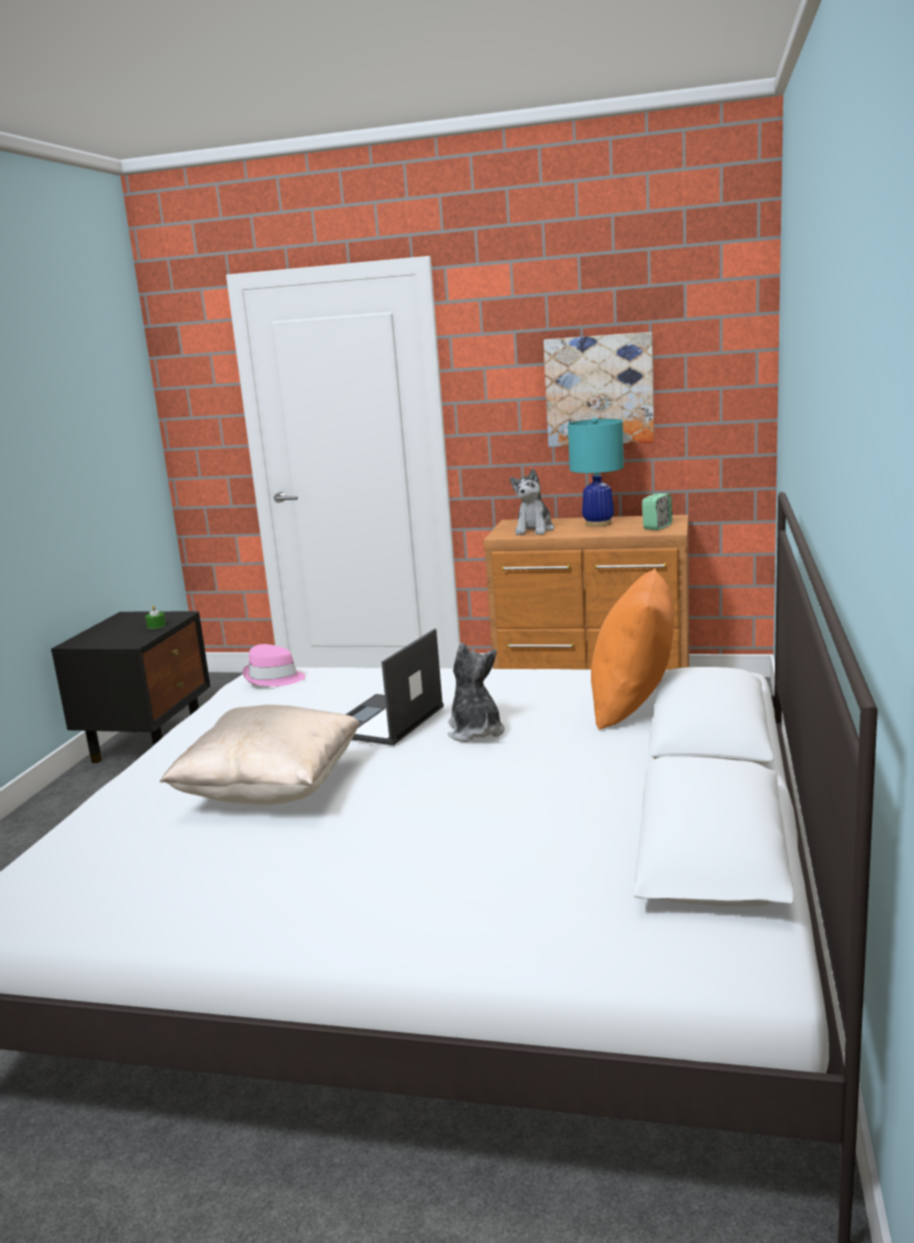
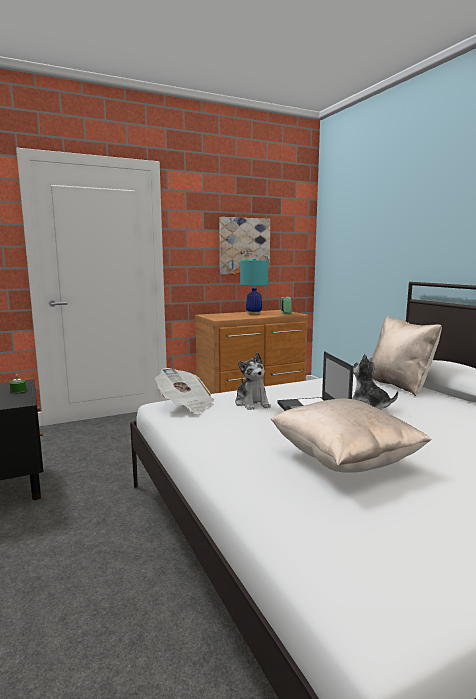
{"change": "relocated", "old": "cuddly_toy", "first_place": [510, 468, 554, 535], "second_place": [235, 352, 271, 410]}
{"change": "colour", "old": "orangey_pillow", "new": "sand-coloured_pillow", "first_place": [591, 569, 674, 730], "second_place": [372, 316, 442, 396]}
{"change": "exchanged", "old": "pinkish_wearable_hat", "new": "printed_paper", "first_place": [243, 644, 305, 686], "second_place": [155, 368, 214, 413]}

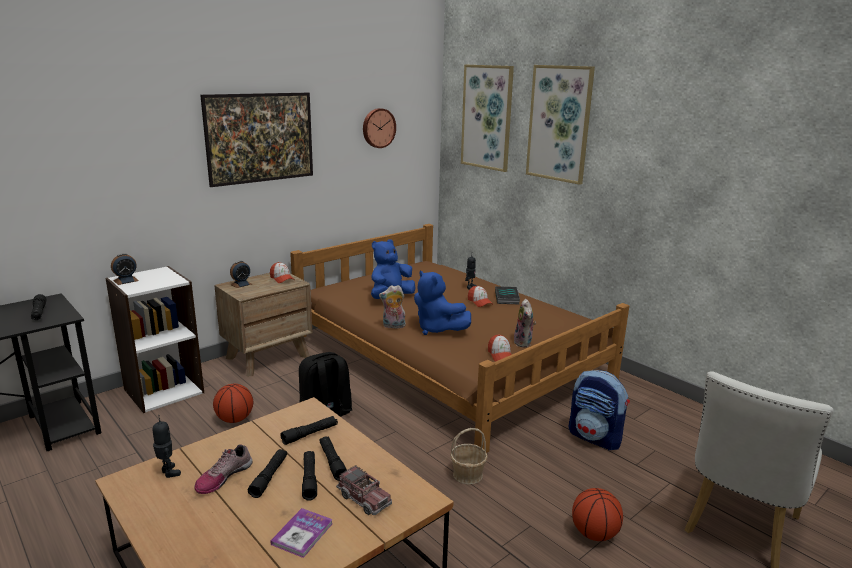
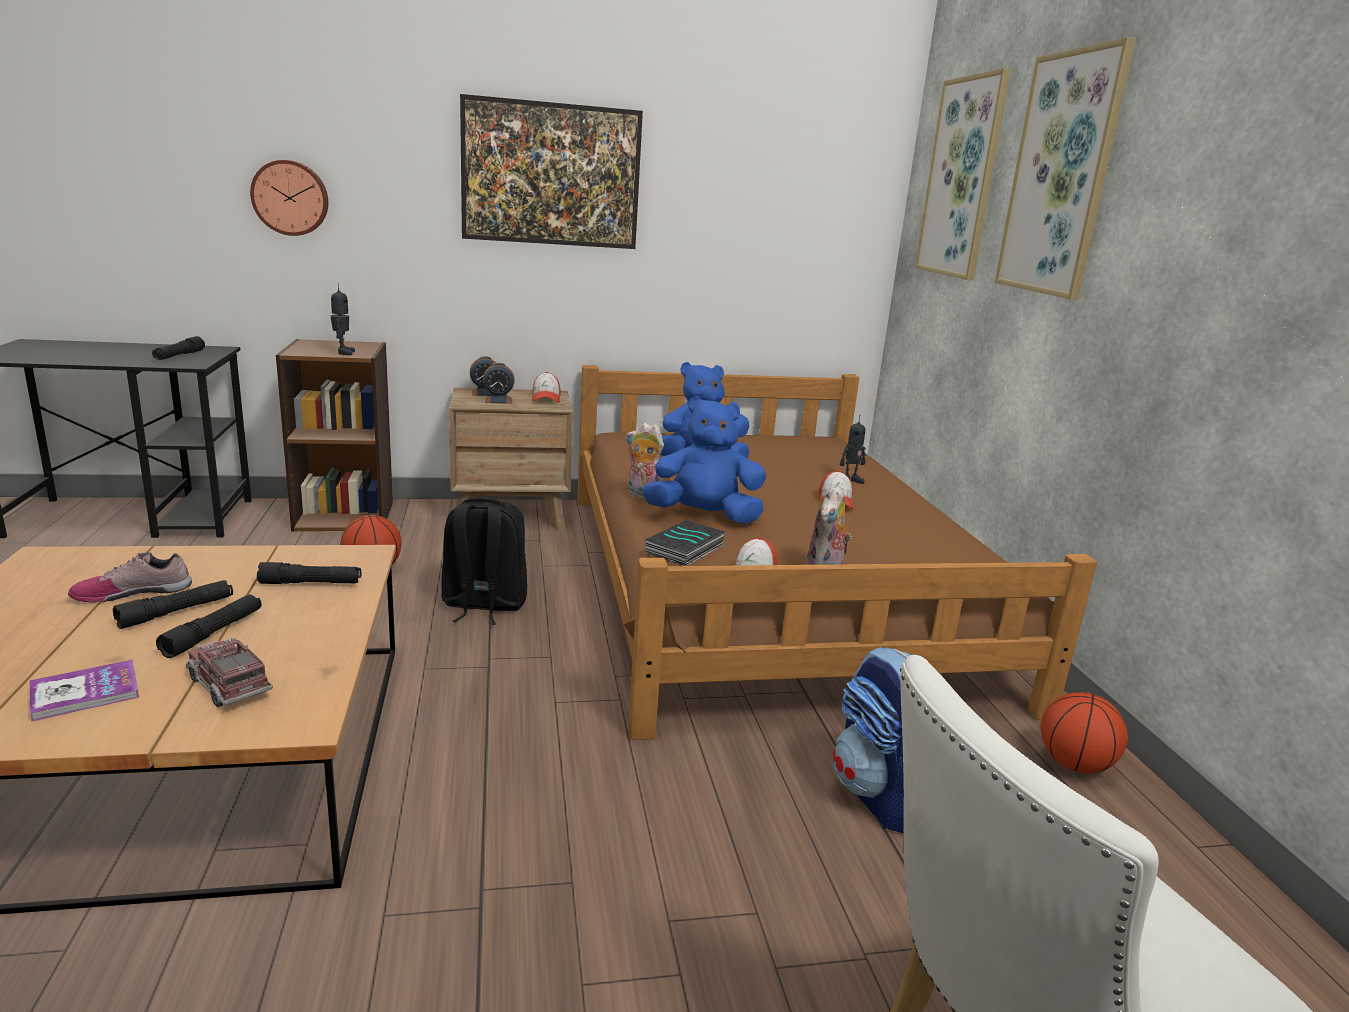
{"change": "relocated", "old": "hanging_clock", "first_place": [363, 108, 396, 148], "second_place": [250, 160, 328, 236]}
{"change": "relocated", "old": "alarm_clock", "first_place": [111, 253, 139, 285], "second_place": [483, 363, 515, 404]}
{"change": "colour", "old": "whitish_bookshelf", "new": "brown-coloured_bookshelf", "first_place": [105, 266, 204, 413], "second_place": [276, 339, 393, 531]}
{"change": "spun", "old": "bluish_cuddly_toy", "first_place": [414, 270, 471, 335], "second_place": [642, 396, 766, 524], "degrees": 105}
{"change": "relocated", "old": "book", "first_place": [495, 286, 520, 304], "second_place": [645, 520, 726, 566]}
{"change": "relocated", "old": "toy_robot", "first_place": [152, 415, 181, 478], "second_place": [331, 282, 355, 355]}
{"change": "missing", "old": "household_basket", "first_place": [450, 428, 488, 485]}
{"change": "missing", "old": "black_hand_torch", "first_place": [320, 436, 347, 481]}
{"change": "spun", "old": "toy_lorry", "first_place": [336, 465, 392, 515], "second_place": [186, 637, 273, 708], "degrees": 150}
{"change": "relocated", "old": "ball_for_basketball", "first_place": [572, 488, 623, 541], "second_place": [1041, 692, 1128, 774]}

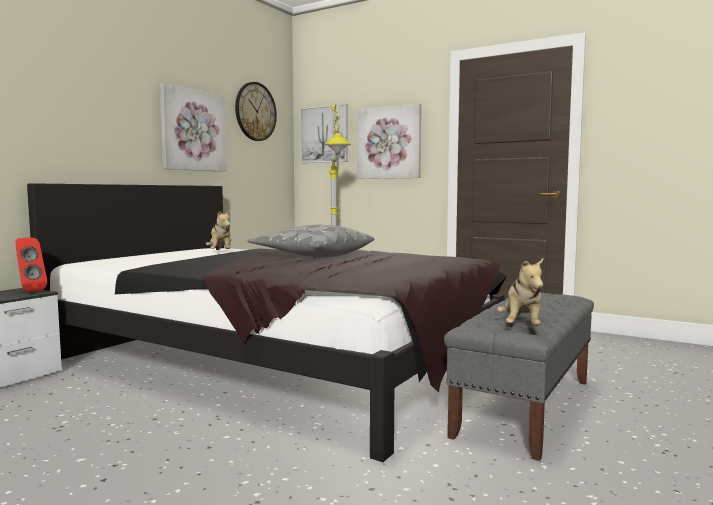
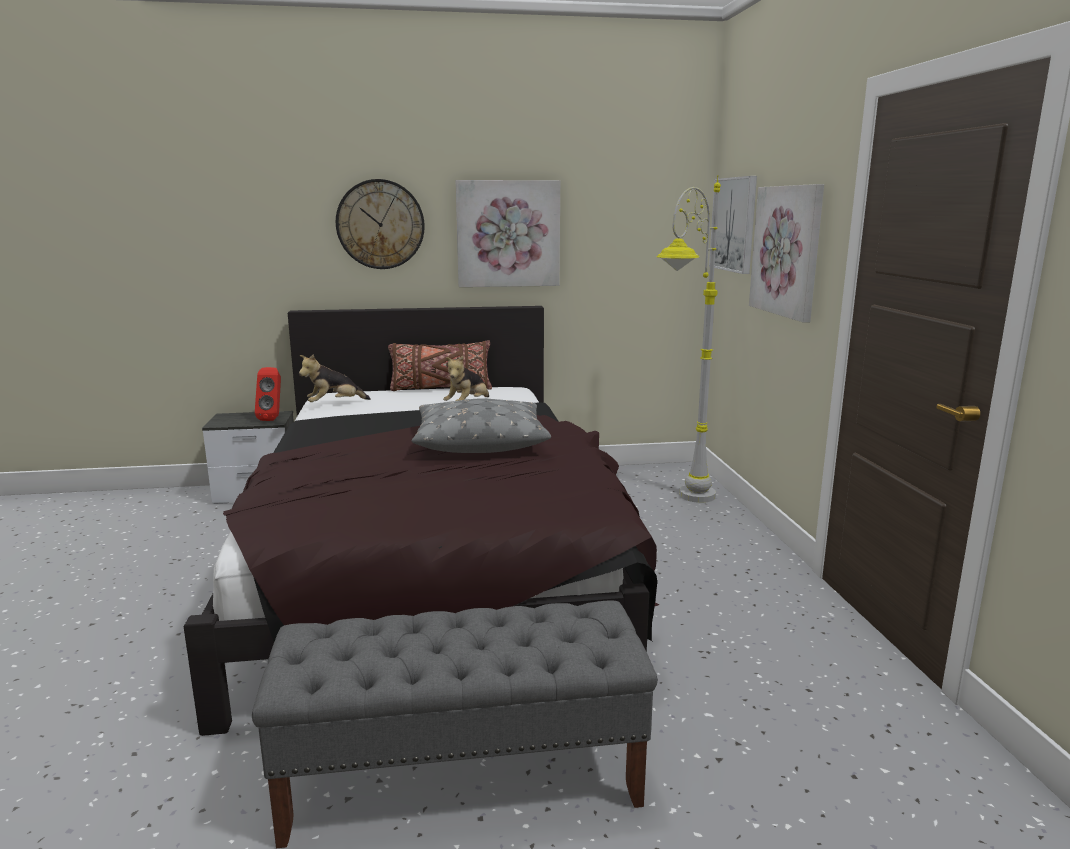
{"change": "relocated", "old": "hanging_clock", "first_place": [235, 82, 277, 141], "second_place": [336, 179, 425, 269]}
{"change": "relocated", "old": "cuddly_toy", "first_place": [497, 257, 544, 326], "second_place": [299, 354, 371, 402]}
{"change": "appeared", "new": "brown-coloured_pillow", "second_place": [388, 340, 492, 391]}

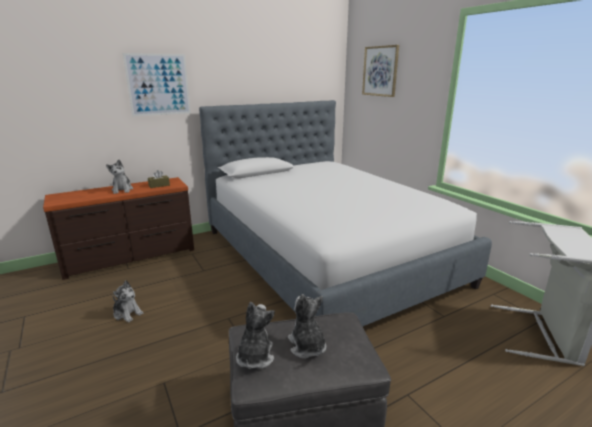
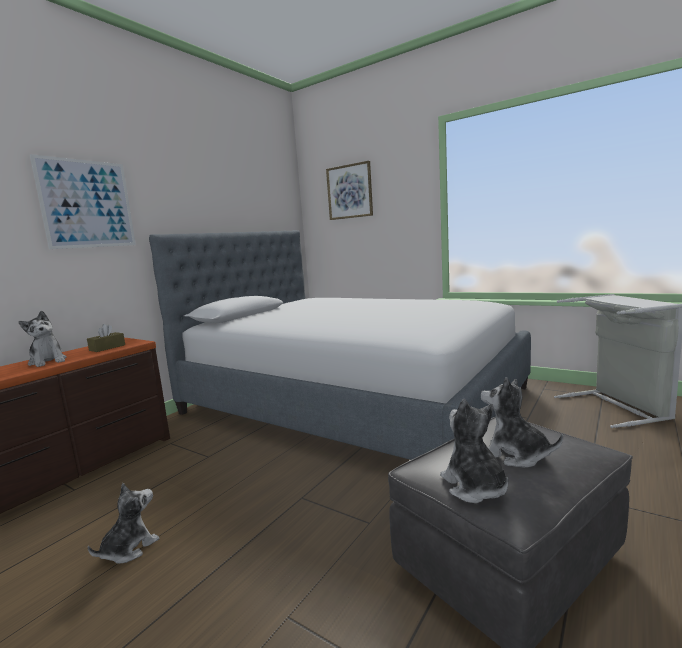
{"change": "spun", "old": "cuddly_toy", "first_place": [112, 280, 143, 322], "second_place": [87, 483, 160, 564], "degrees": -60}

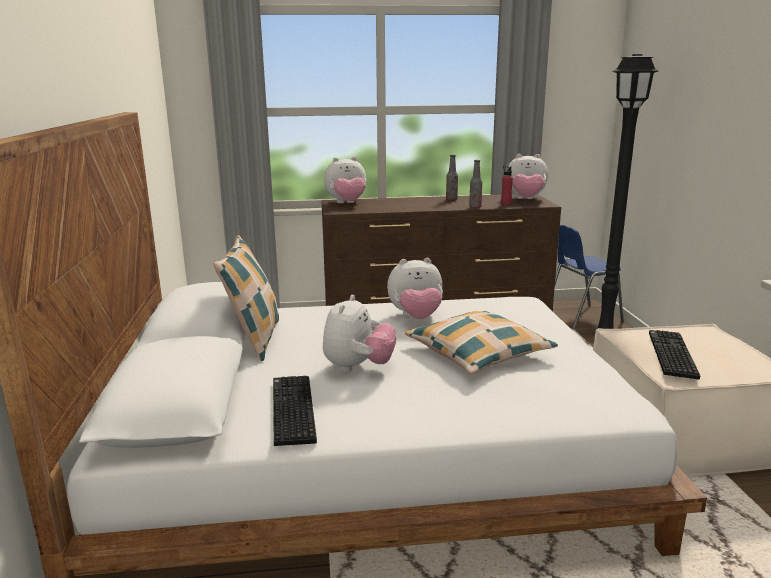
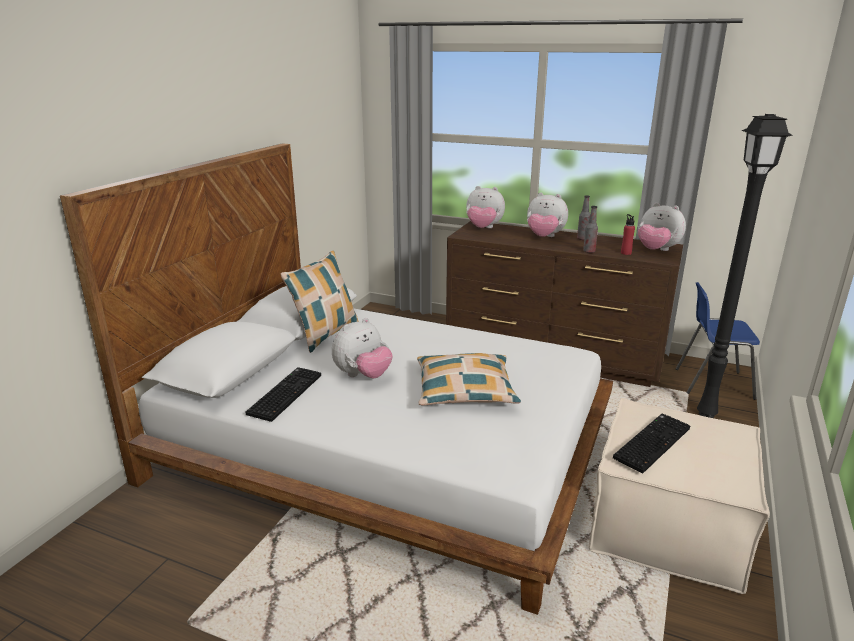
{"change": "relocated", "old": "cuddly_toy", "first_place": [387, 258, 443, 319], "second_place": [527, 193, 568, 237]}

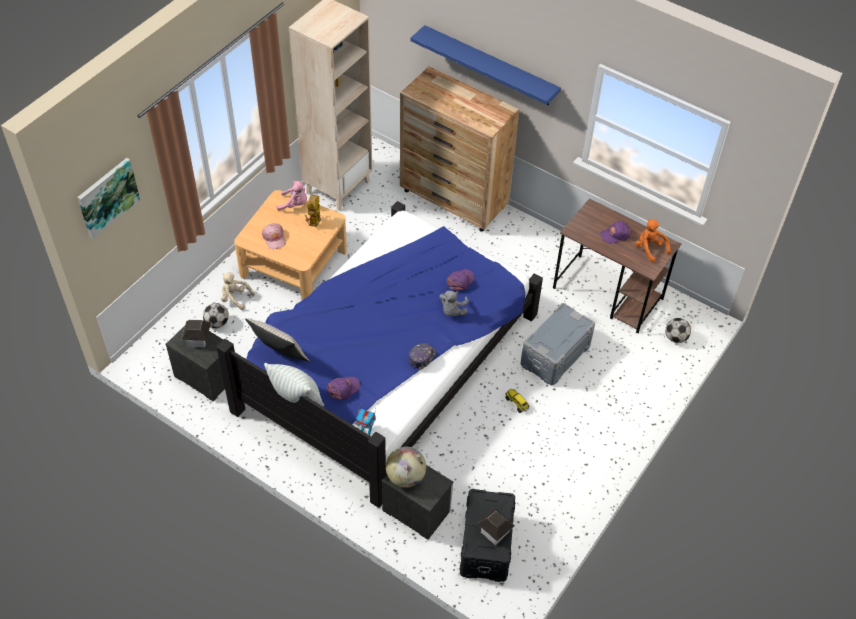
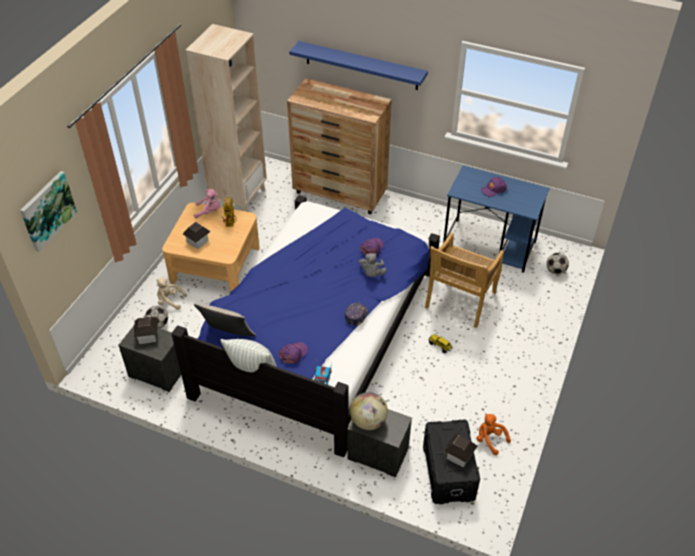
{"change": "colour", "old": "brown-coloured_desk_unit", "new": "bluish_desk_unit", "first_place": [553, 198, 681, 333], "second_place": [443, 166, 550, 272]}
{"change": "relocated", "old": "orangey_cuddly_toy", "first_place": [636, 219, 671, 263], "second_place": [476, 413, 511, 455]}
{"change": "exchanged", "old": "pinkish_peaked_cap", "new": "miniature_house", "first_place": [262, 223, 286, 249], "second_place": [183, 222, 211, 249]}
{"change": "exchanged", "old": "grey_storage_box", "new": "sand-coloured_upright_chair", "first_place": [520, 303, 595, 386], "second_place": [425, 233, 504, 328]}

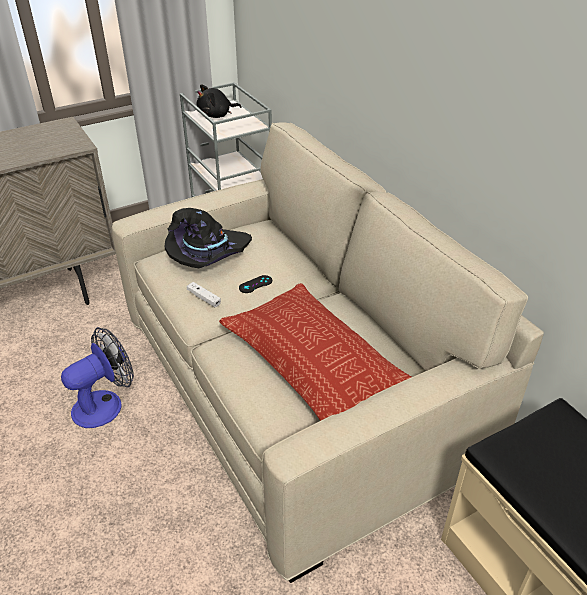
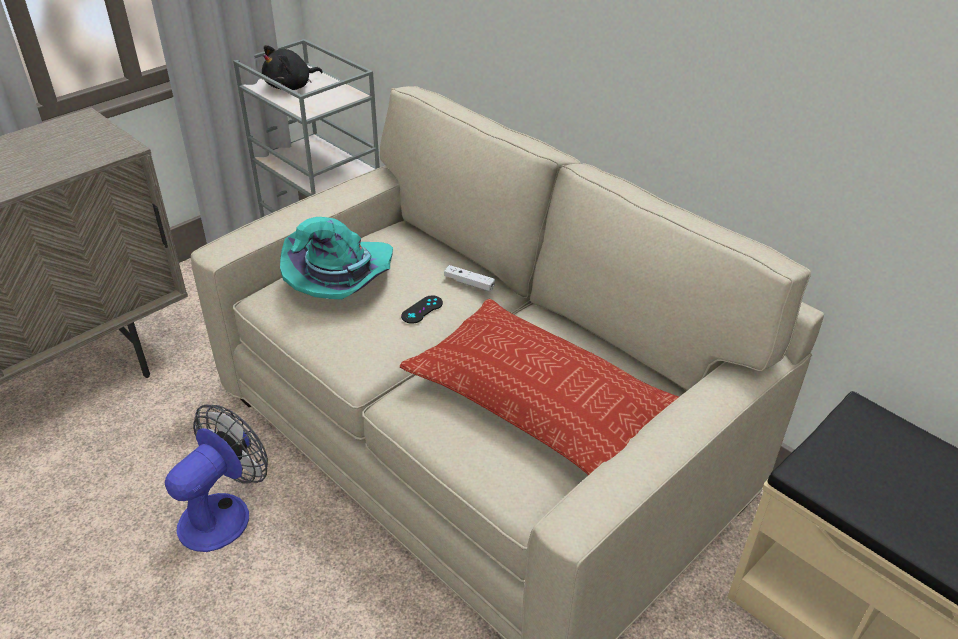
{"change": "colour", "old": "black_wearable_hat", "new": "blue-green_wearable_hat", "first_place": [165, 208, 252, 268], "second_place": [280, 217, 393, 299]}
{"change": "relocated", "old": "whitish_joypad", "first_place": [187, 282, 221, 307], "second_place": [444, 265, 495, 292]}

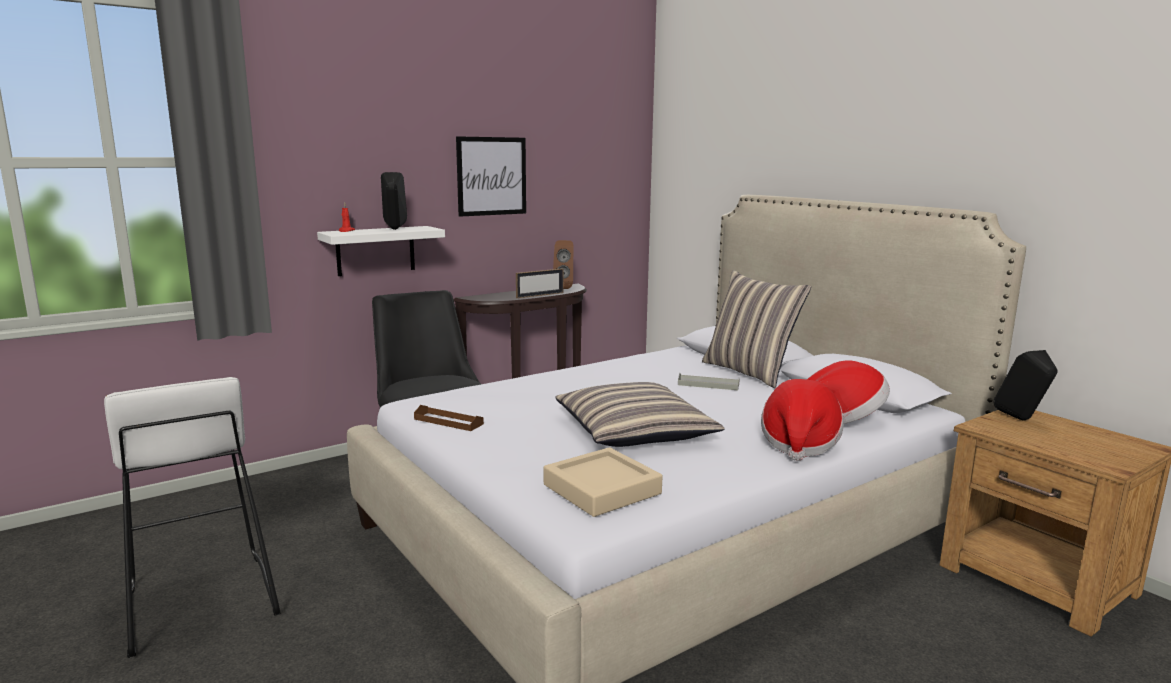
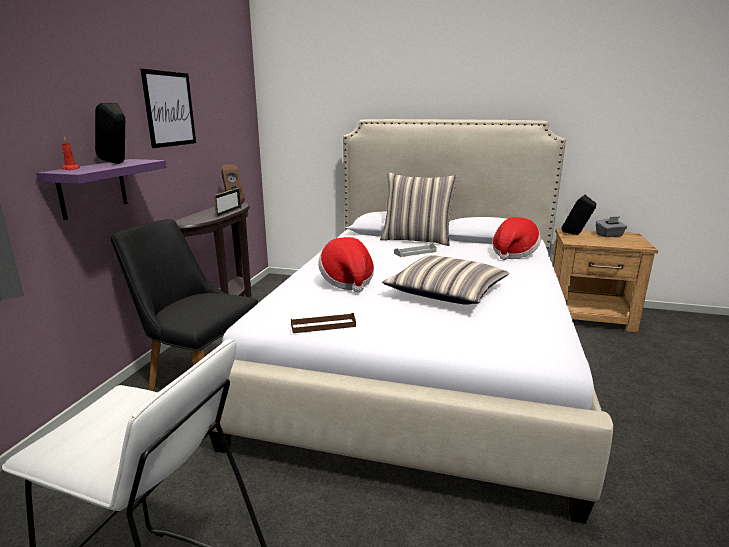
{"change": "colour", "old": "whitish_wall_shelf", "new": "purplish_wall_shelf", "first_place": [317, 226, 445, 276], "second_place": [36, 159, 167, 220]}
{"change": "relocated", "old": "wearable_hat", "first_place": [761, 379, 844, 461], "second_place": [319, 237, 374, 293]}
{"change": "missing", "old": "sand-coloured_tray", "first_place": [544, 447, 662, 517]}
{"change": "appeared", "new": "grey_box_of_tissues", "second_place": [596, 216, 627, 237]}

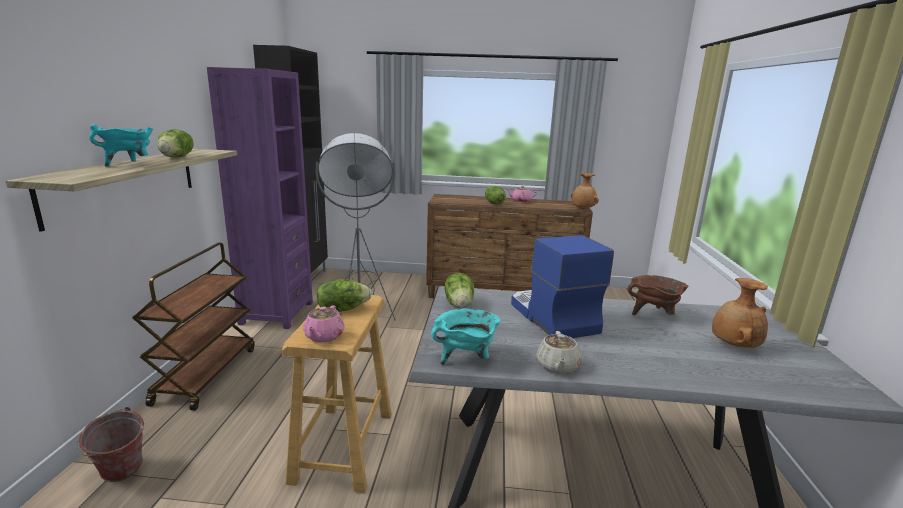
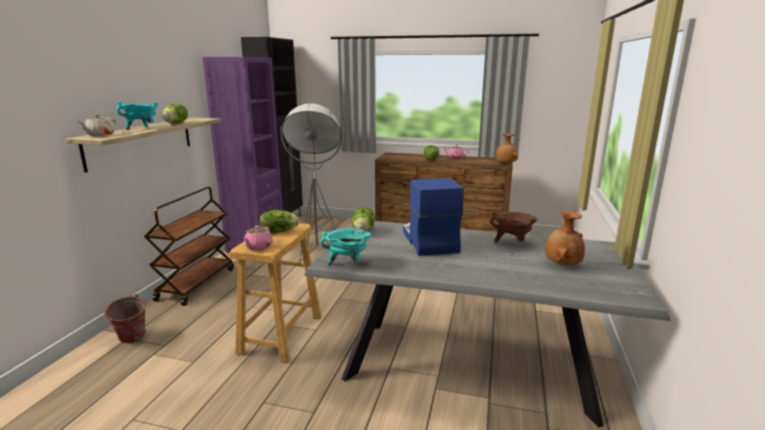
{"change": "relocated", "old": "sand-coloured_tea_pot", "first_place": [536, 331, 581, 374], "second_place": [77, 114, 116, 136]}

